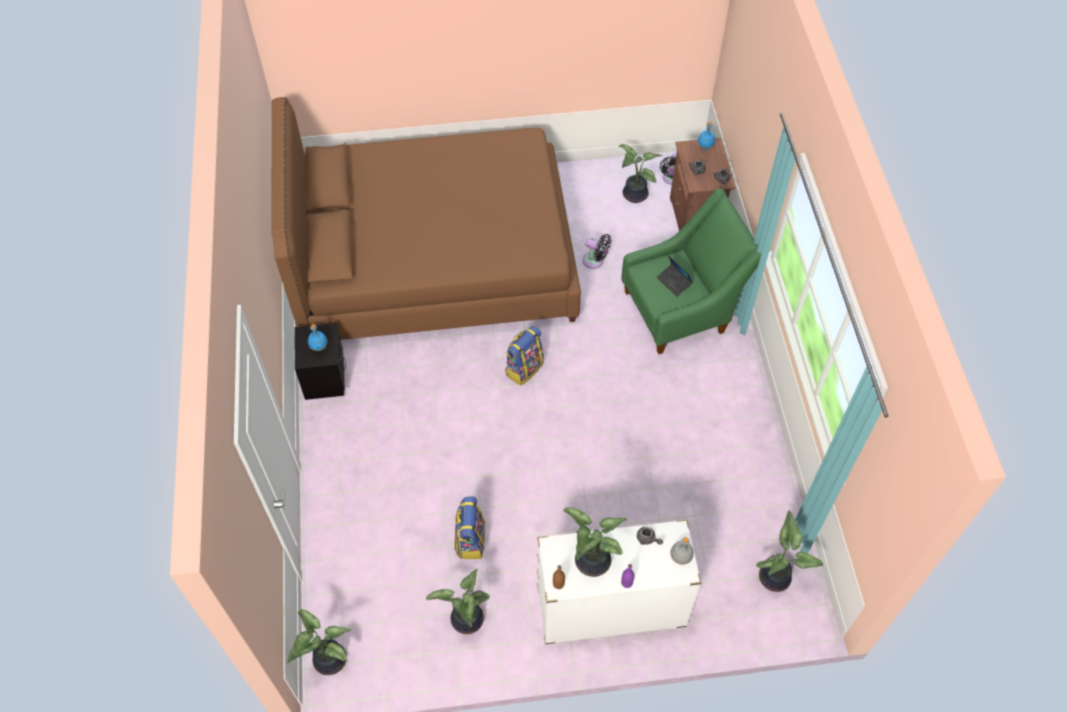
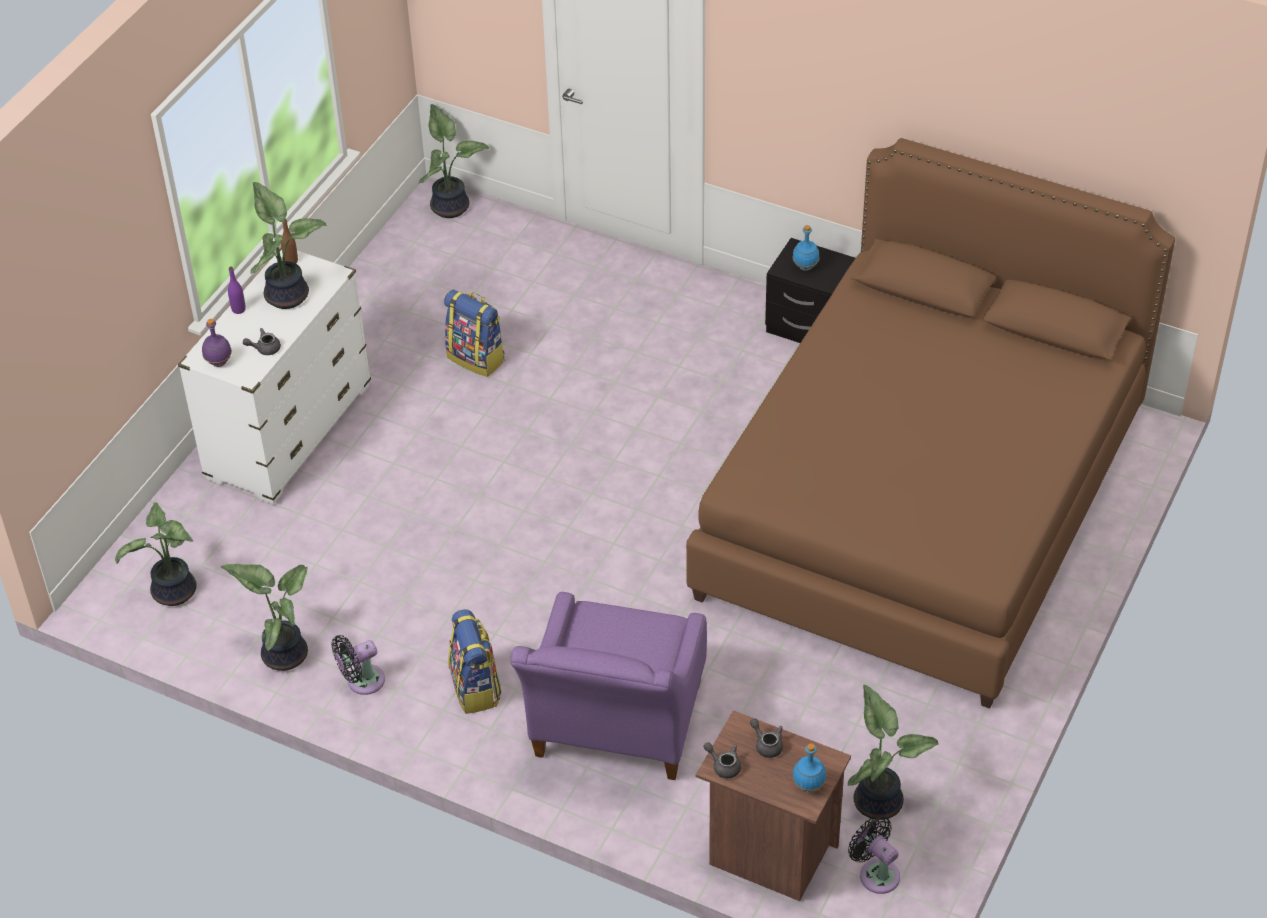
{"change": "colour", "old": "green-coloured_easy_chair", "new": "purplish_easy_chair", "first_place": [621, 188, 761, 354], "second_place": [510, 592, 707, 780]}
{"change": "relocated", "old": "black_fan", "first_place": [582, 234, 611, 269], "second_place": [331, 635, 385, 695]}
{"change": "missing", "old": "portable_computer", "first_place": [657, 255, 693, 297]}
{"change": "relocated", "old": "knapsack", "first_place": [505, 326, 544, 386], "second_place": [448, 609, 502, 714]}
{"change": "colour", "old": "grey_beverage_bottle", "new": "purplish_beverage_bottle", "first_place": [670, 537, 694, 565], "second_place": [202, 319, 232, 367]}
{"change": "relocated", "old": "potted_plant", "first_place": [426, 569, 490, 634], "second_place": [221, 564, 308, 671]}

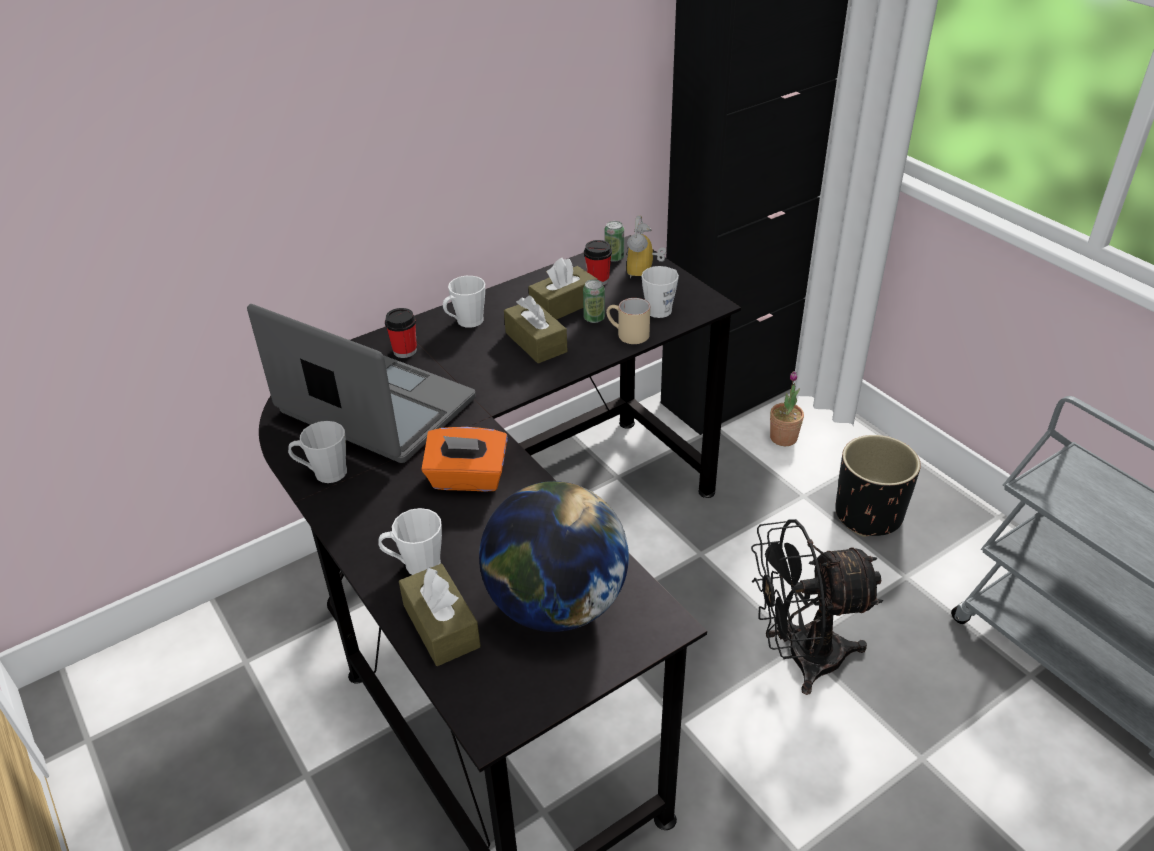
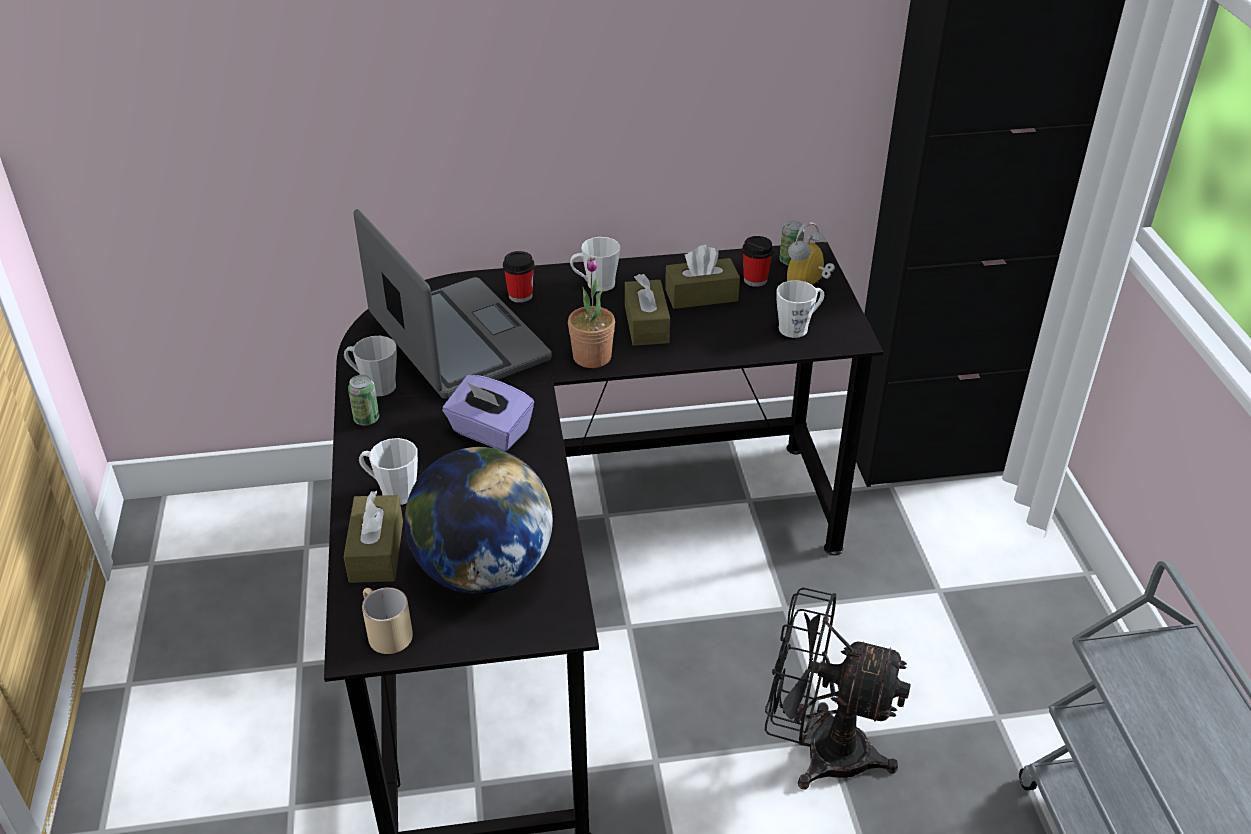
{"change": "relocated", "old": "sealed_can", "first_place": [583, 279, 605, 323], "second_place": [348, 375, 379, 426]}
{"change": "relocated", "old": "sand-coloured_tea_mug", "first_place": [606, 298, 650, 344], "second_place": [362, 587, 413, 654]}
{"change": "relocated", "old": "potted_plant", "first_place": [770, 371, 804, 446], "second_place": [568, 257, 615, 368]}
{"change": "colour", "old": "orangey_box_of_tissues", "new": "purplish_box_of_tissues", "first_place": [421, 427, 508, 492], "second_place": [442, 375, 534, 451]}
{"change": "missing", "old": "black_flower_pot", "first_place": [835, 435, 921, 537]}

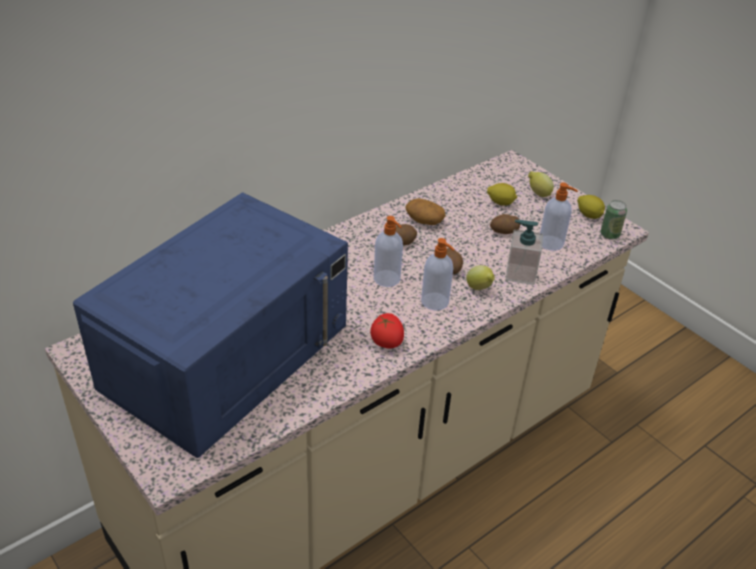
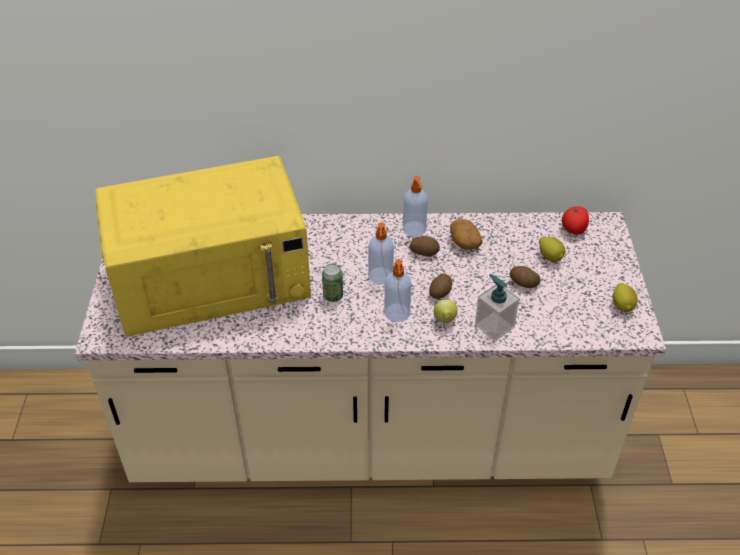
{"change": "missing", "old": "citrus_fruit", "first_place": [528, 171, 554, 197]}
{"change": "relocated", "old": "liquid_soap_bottle", "first_place": [540, 183, 578, 251], "second_place": [403, 176, 428, 237]}
{"change": "colour", "old": "bluish_kitchen_microwave", "new": "yellow_kitchen_microwave", "first_place": [73, 192, 348, 458], "second_place": [95, 156, 311, 337]}
{"change": "relocated", "old": "sealed_can", "first_place": [601, 200, 627, 240], "second_place": [322, 264, 343, 302]}
{"change": "relocated", "old": "tomato", "first_place": [370, 313, 404, 349], "second_place": [562, 206, 589, 234]}

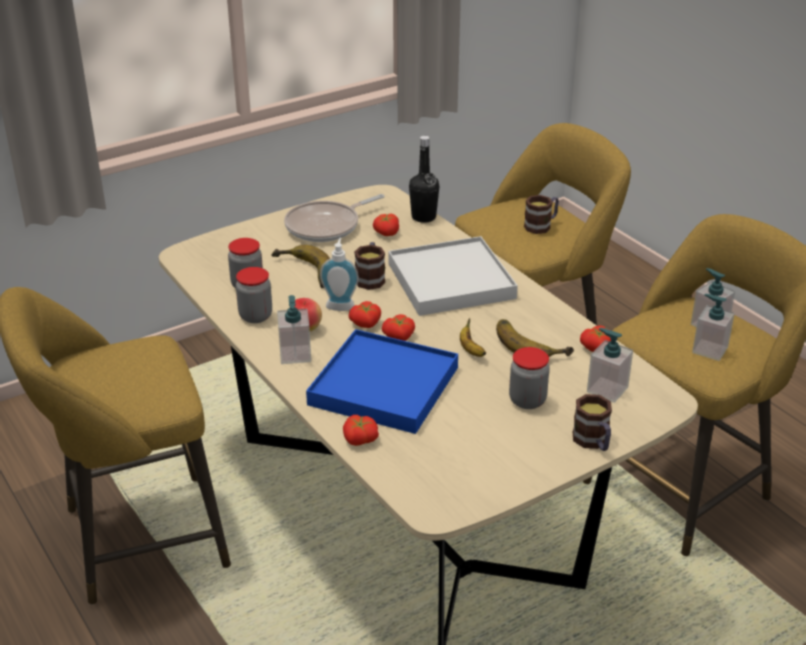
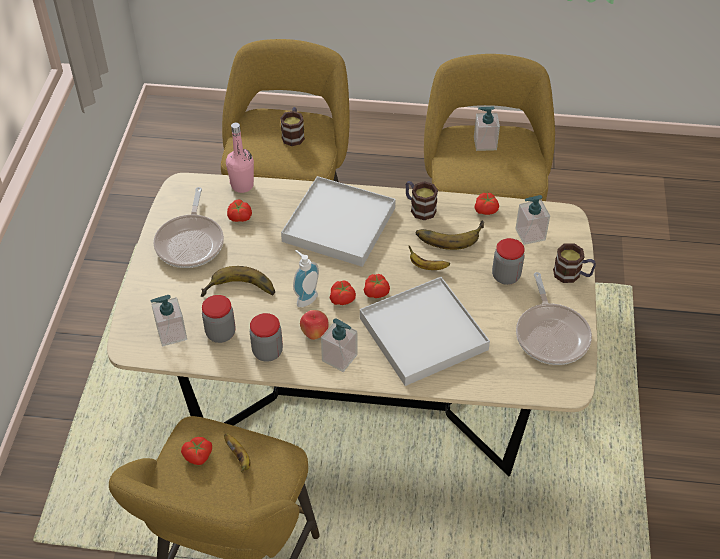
{"change": "colour", "old": "black_beverage_bottle", "new": "pinkish_beverage_bottle", "first_place": [409, 136, 440, 223], "second_place": [226, 122, 254, 193]}
{"change": "relocated", "old": "tea_mug", "first_place": [354, 242, 385, 290], "second_place": [406, 181, 438, 220]}
{"change": "relocated", "old": "liquid_soap_bottle", "first_place": [692, 294, 735, 361], "second_place": [150, 295, 187, 346]}
{"change": "colour", "old": "bluish_tray", "new": "whitish_tray", "first_place": [306, 329, 458, 434], "second_place": [360, 277, 490, 386]}
{"change": "relocated", "old": "tomato", "first_place": [343, 415, 379, 446], "second_place": [181, 437, 212, 465]}
{"change": "appeared", "new": "pan", "second_place": [516, 272, 592, 365]}
{"change": "appeared", "new": "banana_fruit", "second_place": [224, 433, 251, 472]}

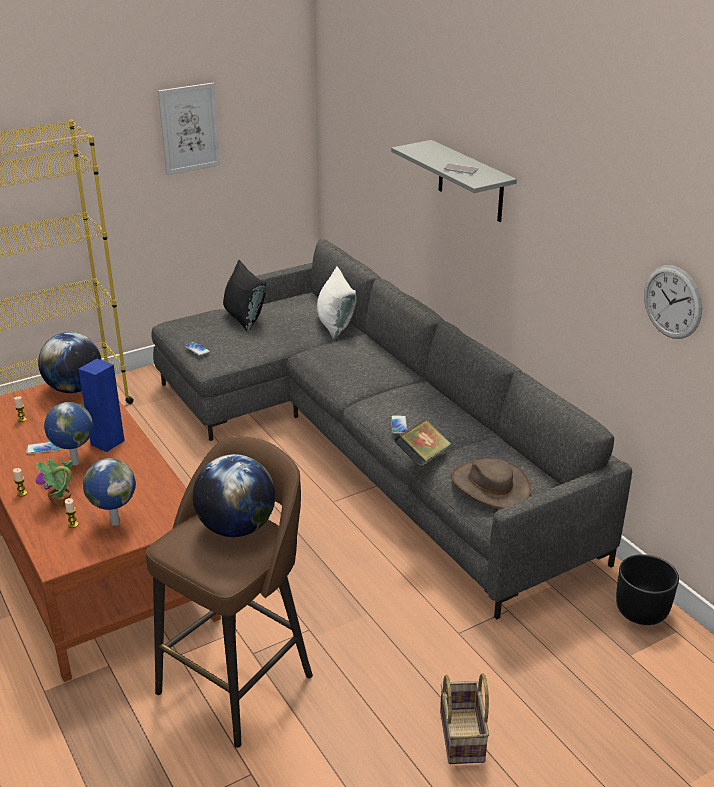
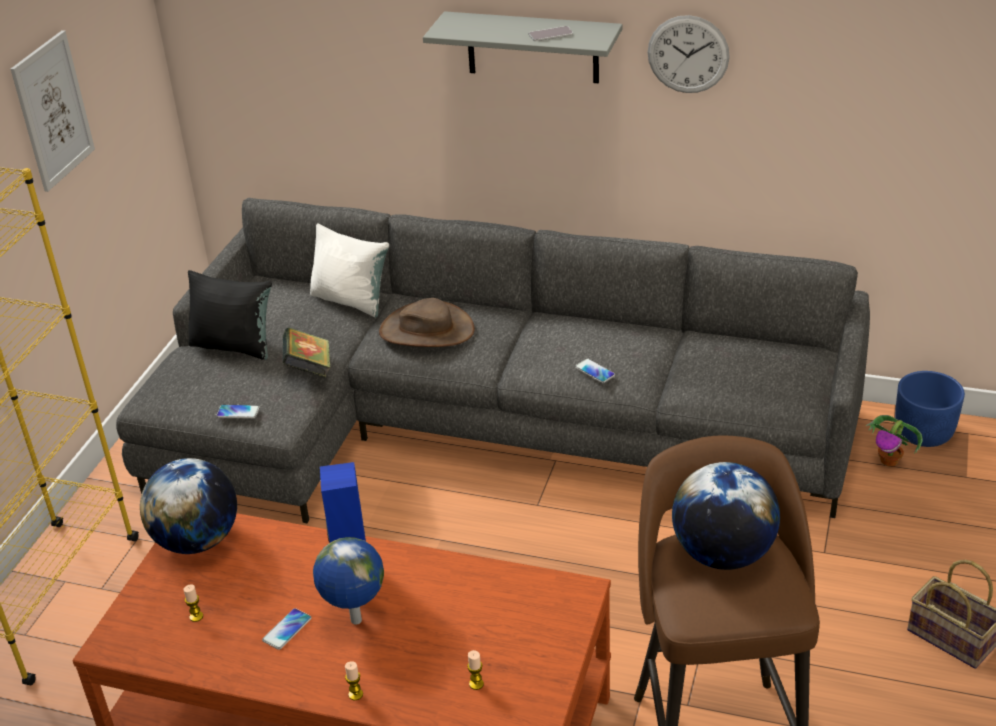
{"change": "relocated", "old": "hanging_clock", "first_place": [644, 265, 702, 339], "second_place": [648, 15, 730, 93]}
{"change": "relocated", "old": "book", "first_place": [394, 419, 451, 468], "second_place": [283, 328, 330, 378]}
{"change": "missing", "old": "world_globe", "first_place": [83, 458, 136, 526]}
{"change": "relocated", "old": "potted_plant", "first_place": [36, 459, 73, 507], "second_place": [866, 415, 923, 466]}
{"change": "relocated", "old": "brown-coloured_wearable_hat", "first_place": [451, 459, 531, 509], "second_place": [379, 298, 475, 347]}
{"change": "colour", "old": "black_flower_pot", "new": "bluish_flower_pot", "first_place": [616, 554, 679, 625], "second_place": [895, 371, 965, 447]}

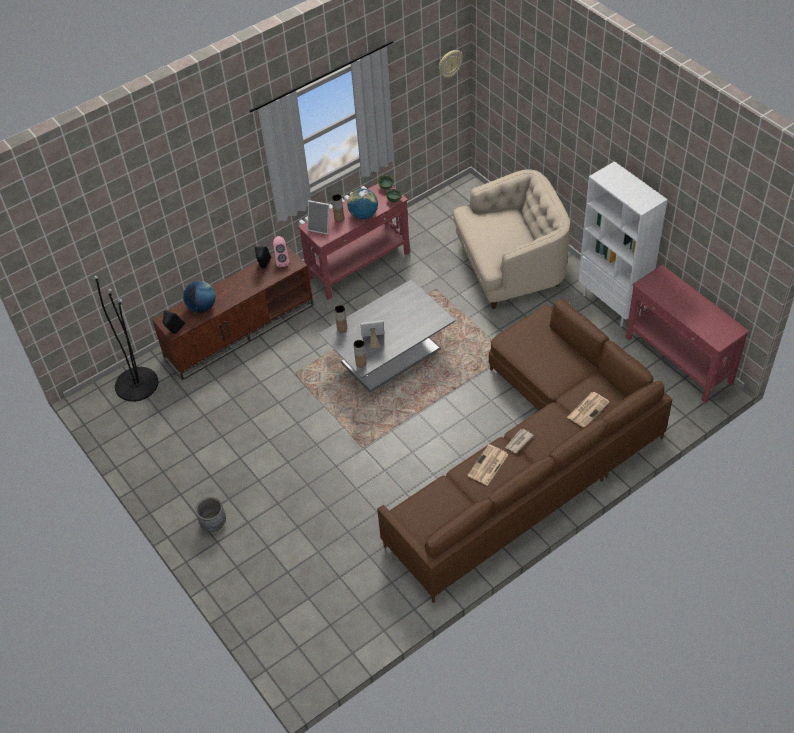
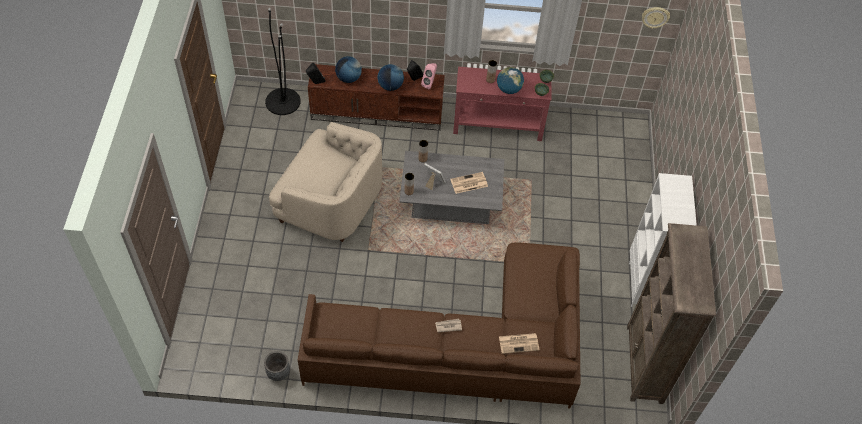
{"change": "relocated", "old": "sand-coloured_easy_chair", "first_place": [453, 169, 570, 309], "second_place": [269, 122, 382, 242]}
{"change": "missing", "old": "standing_frame", "first_place": [307, 200, 329, 235]}
{"change": "exchanged", "old": "reddish_hall_table", "new": "brown-coloured_bookshelf", "first_place": [626, 265, 749, 404], "second_place": [627, 223, 716, 404]}
{"change": "relocated", "old": "printed_paper", "first_place": [467, 444, 508, 486], "second_place": [450, 172, 488, 194]}
{"change": "relocated", "old": "grey_flower_pot", "first_place": [195, 497, 226, 532], "second_place": [264, 351, 290, 381]}
{"change": "appeared", "new": "world_globe", "second_place": [377, 64, 404, 91]}

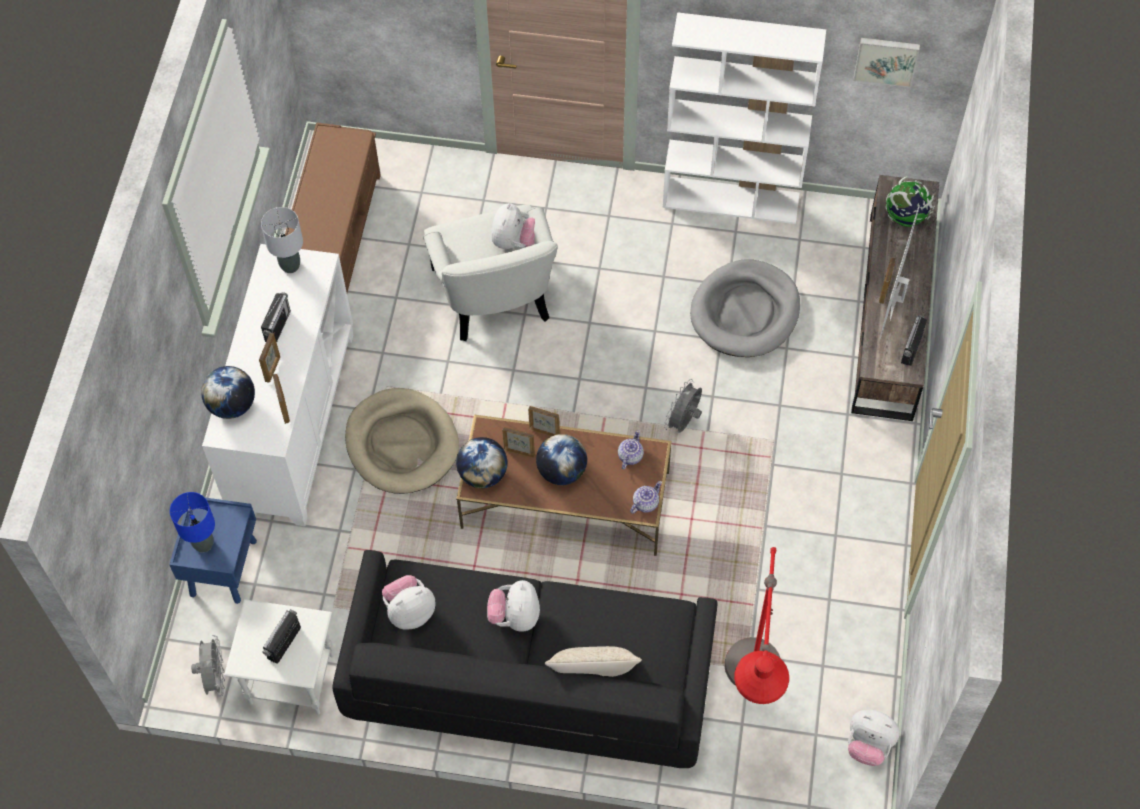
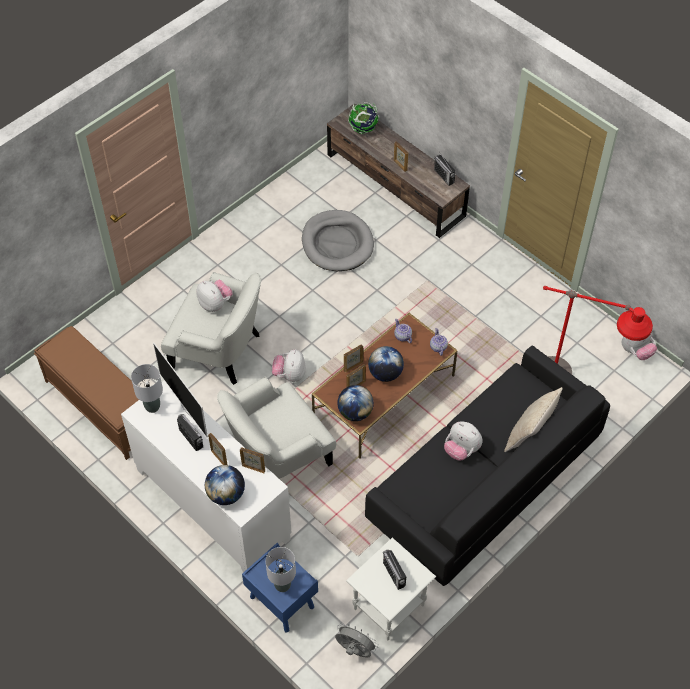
{"change": "missing", "old": "whitish_bookshelf", "first_place": [662, 12, 826, 224]}
{"change": "missing", "old": "wall_art", "first_place": [853, 38, 920, 88]}
{"change": "relocated", "old": "TV", "first_place": [880, 205, 920, 339], "second_place": [153, 342, 208, 437]}
{"change": "missing", "old": "grey_fan", "first_place": [664, 379, 702, 433]}
{"change": "exchanged", "old": "sand-coloured_pet_bed", "new": "whitish_easy_chair", "first_place": [345, 388, 459, 494], "second_place": [217, 376, 336, 479]}
{"change": "colour", "old": "bluish_lamp_for_a_table", "new": "grey_lamp_for_a_table", "first_place": [170, 492, 215, 552], "second_place": [266, 547, 296, 592]}
{"change": "relocated", "old": "cuddly_toy", "first_place": [382, 575, 436, 630], "second_place": [272, 349, 306, 382]}

